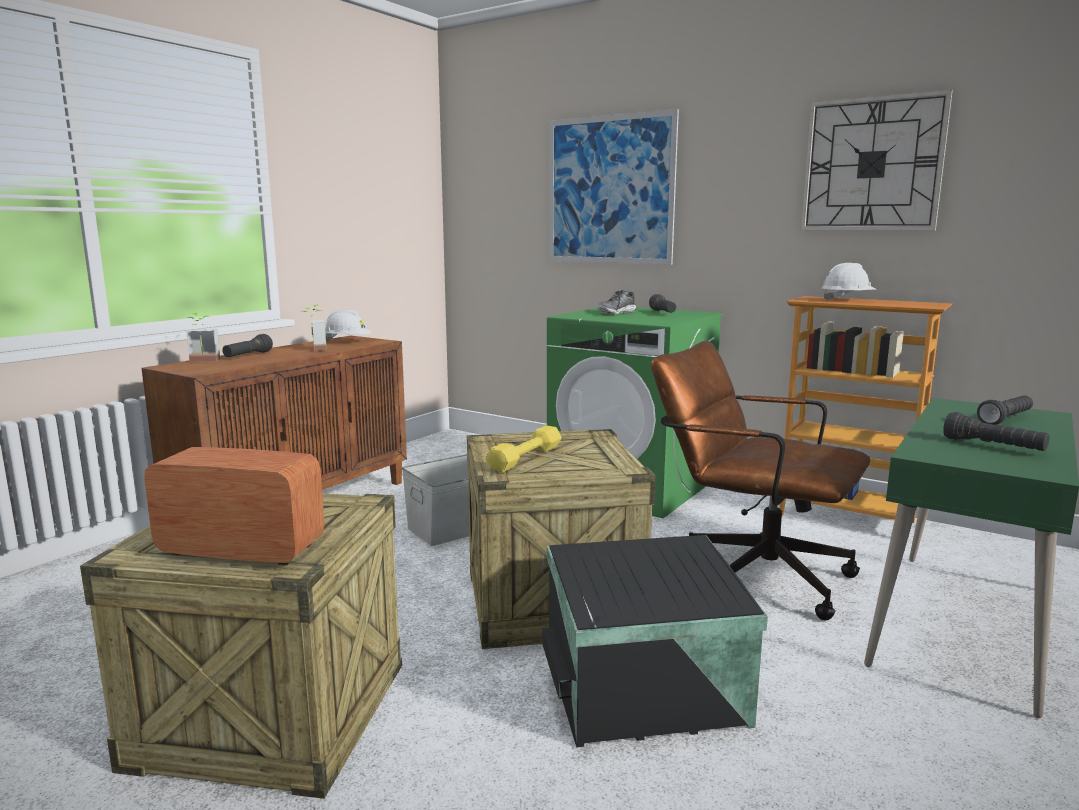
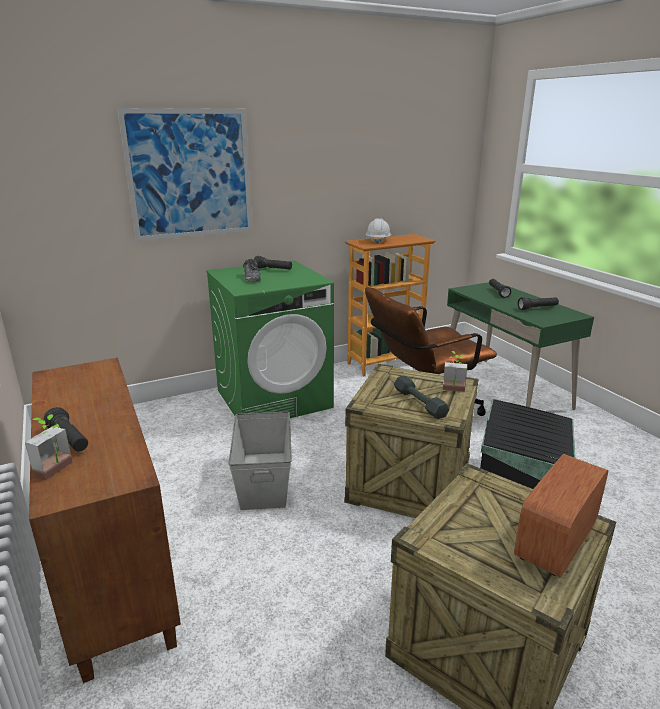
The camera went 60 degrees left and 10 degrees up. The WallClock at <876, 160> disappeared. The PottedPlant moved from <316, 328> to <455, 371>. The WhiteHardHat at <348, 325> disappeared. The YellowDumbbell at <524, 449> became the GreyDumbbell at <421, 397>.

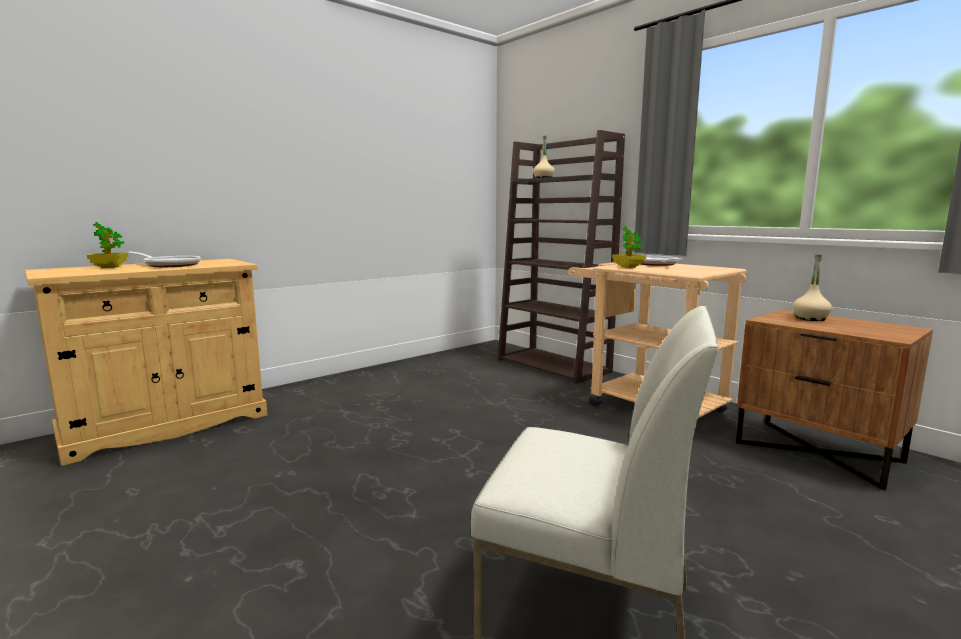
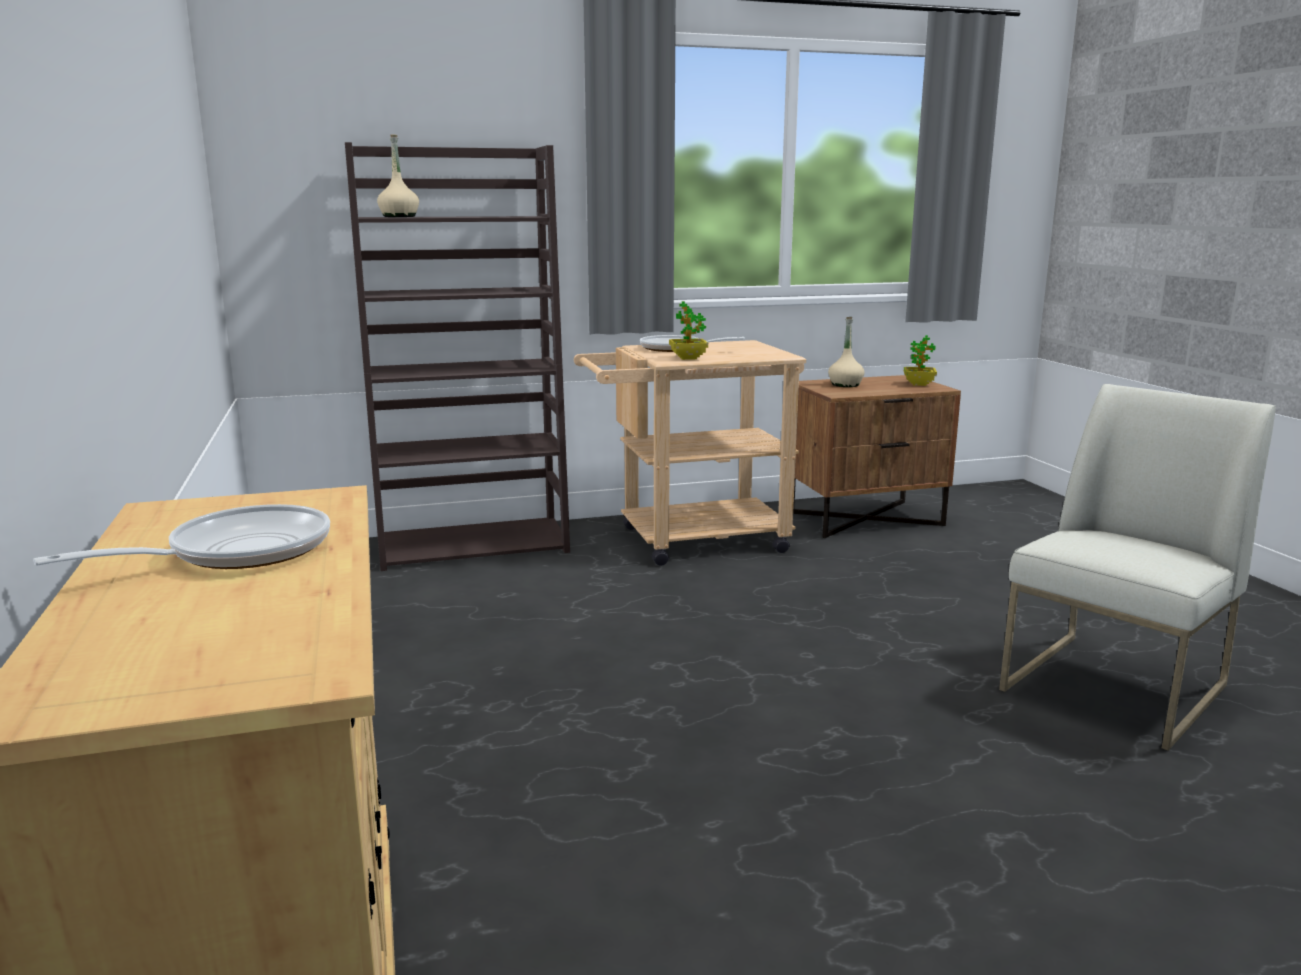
The camera went 65 degrees left and 5 degrees up. The PottedPlant moved from <108, 245> to <920, 360>.

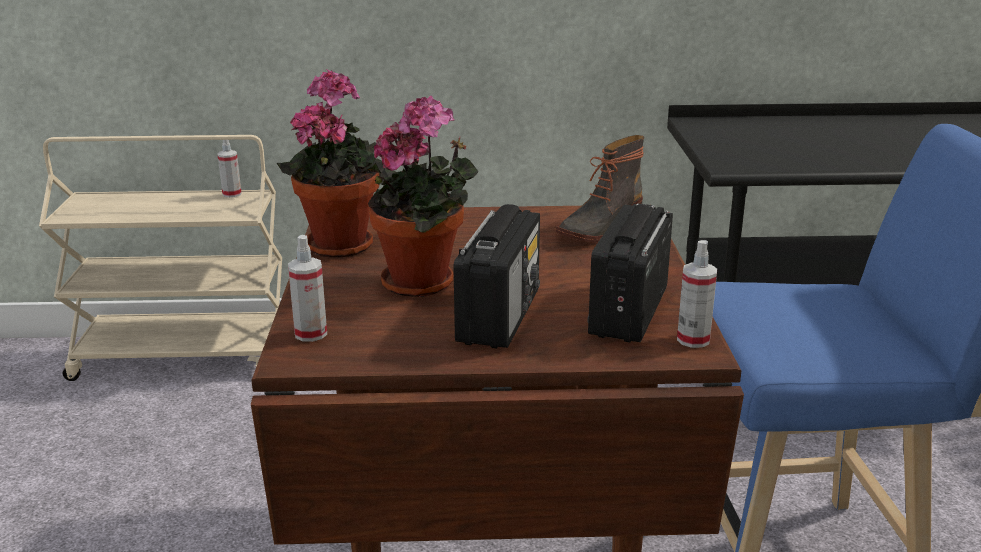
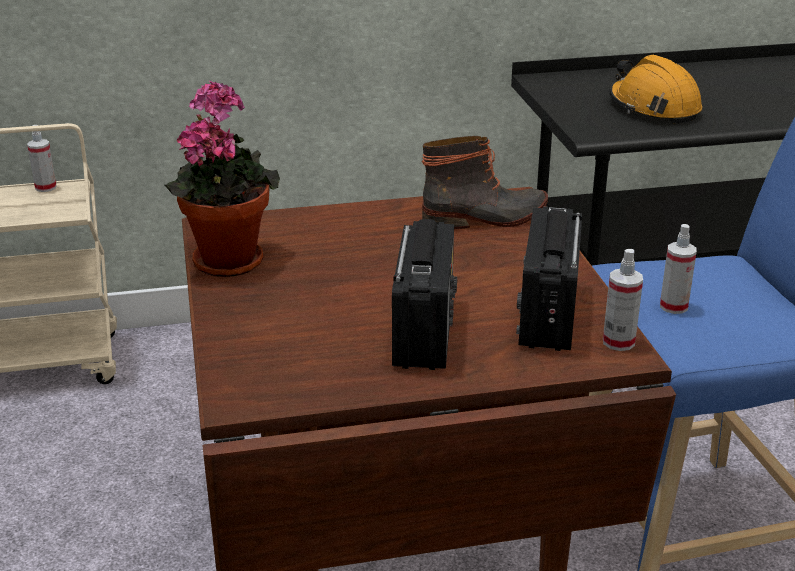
The camera went 10 degrees left and 5 degrees up. The PottedPlant at <423, 196> disappeared. The Boot at <600, 188> turned 135 degrees counterclockwise. The SprayBottle moved from <307, 288> to <678, 269>. The OrangeHardHat at <655, 89> appeared.

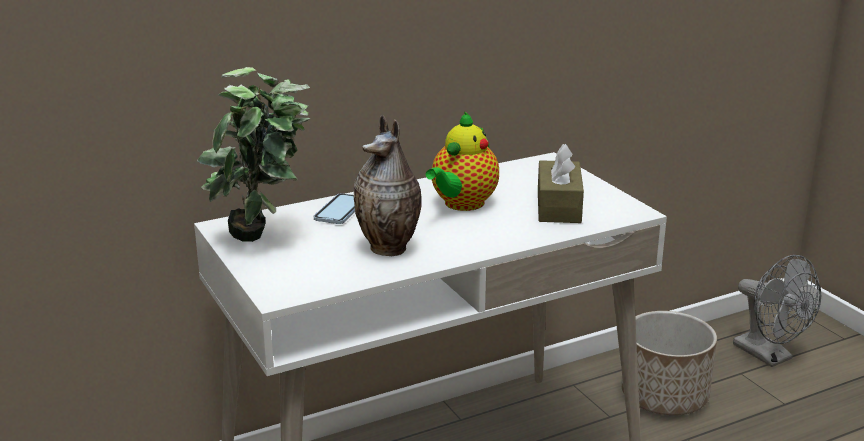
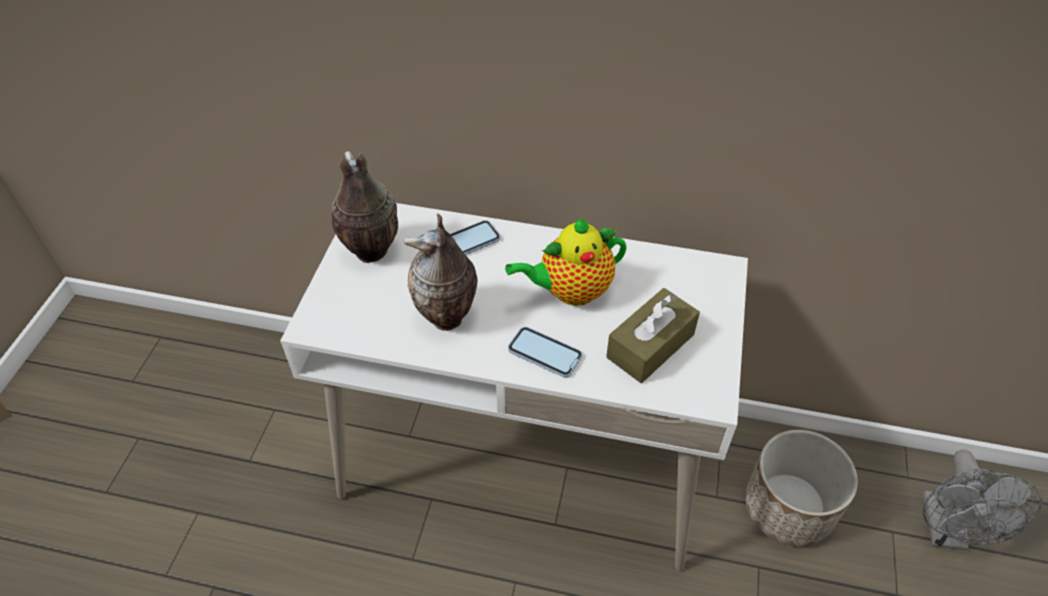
The camera went 40 degrees right and 25 degrees up. The PottedPlant at <253, 154> was replaced by the Vase at <364, 207>. The Phone at <545, 352> appeared.

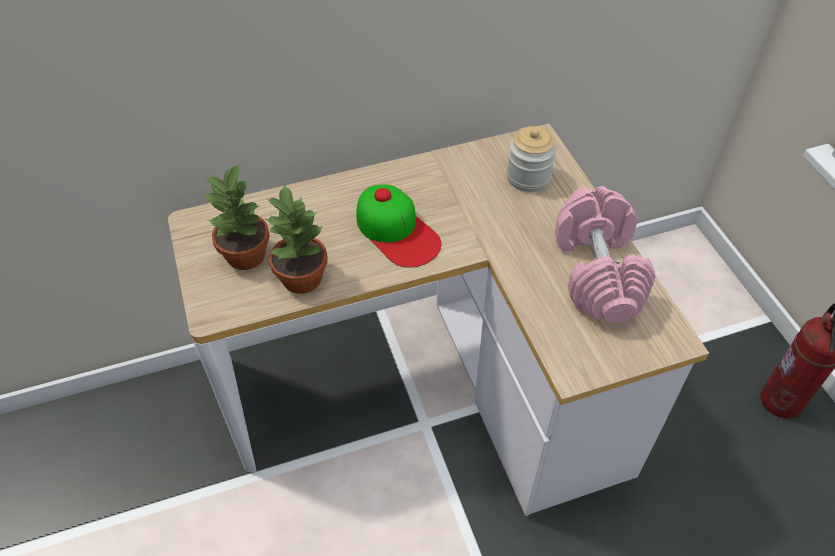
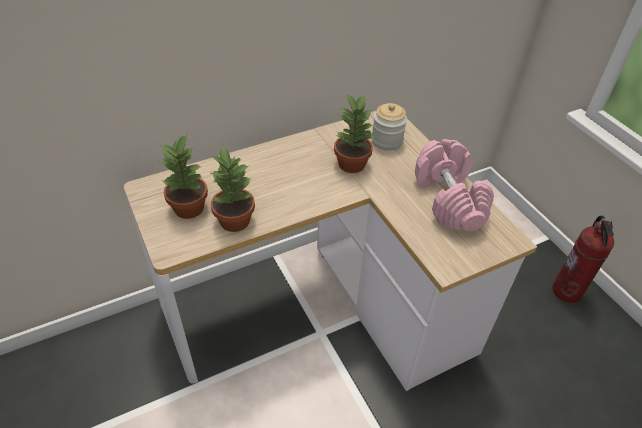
The camera went 10 degrees left and 5 degrees down. The Cap at <399, 226> disappeared. The PottedPlant at <354, 133> appeared.

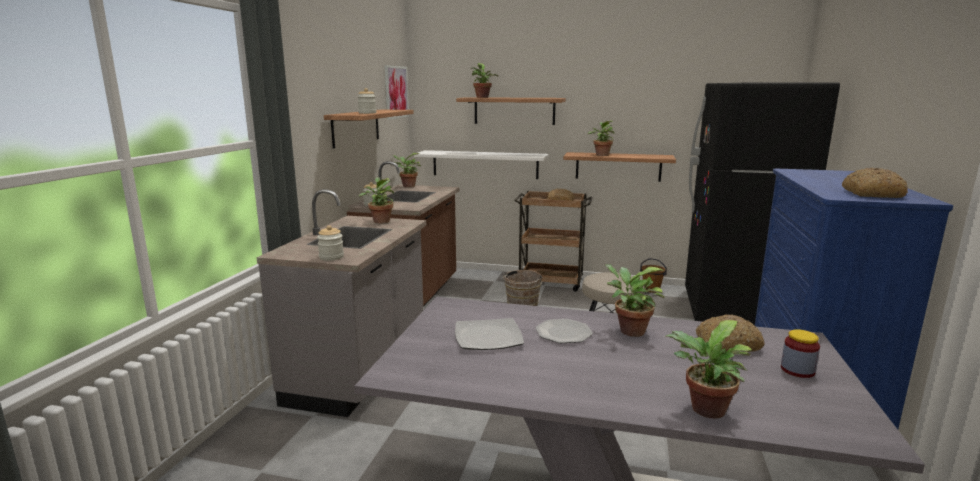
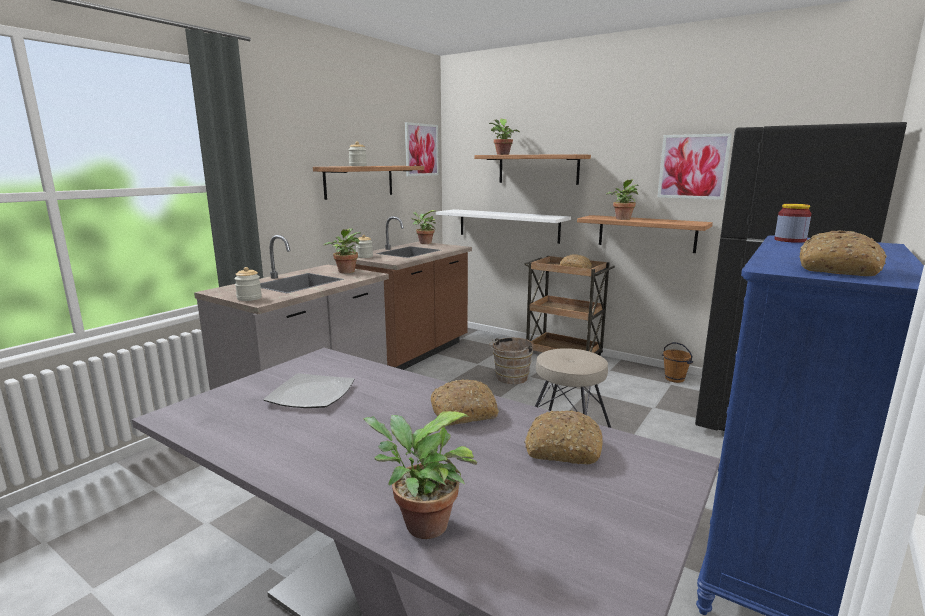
The camera went 20 degrees right and 0 degrees up. The PottedPlant at <635, 300> was replaced by the Bread at <465, 402>. The Plate at <564, 331> disappeared. The Jar moved from <800, 353> to <793, 223>. The Picture at <695, 166> appeared.

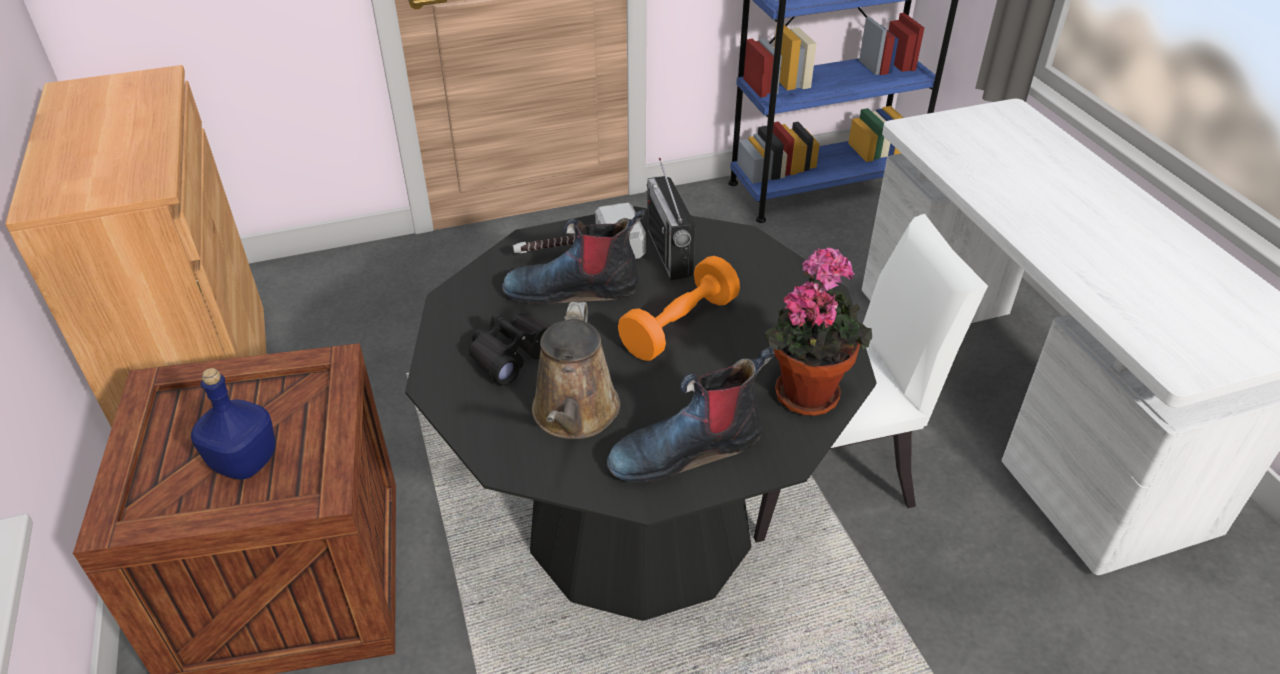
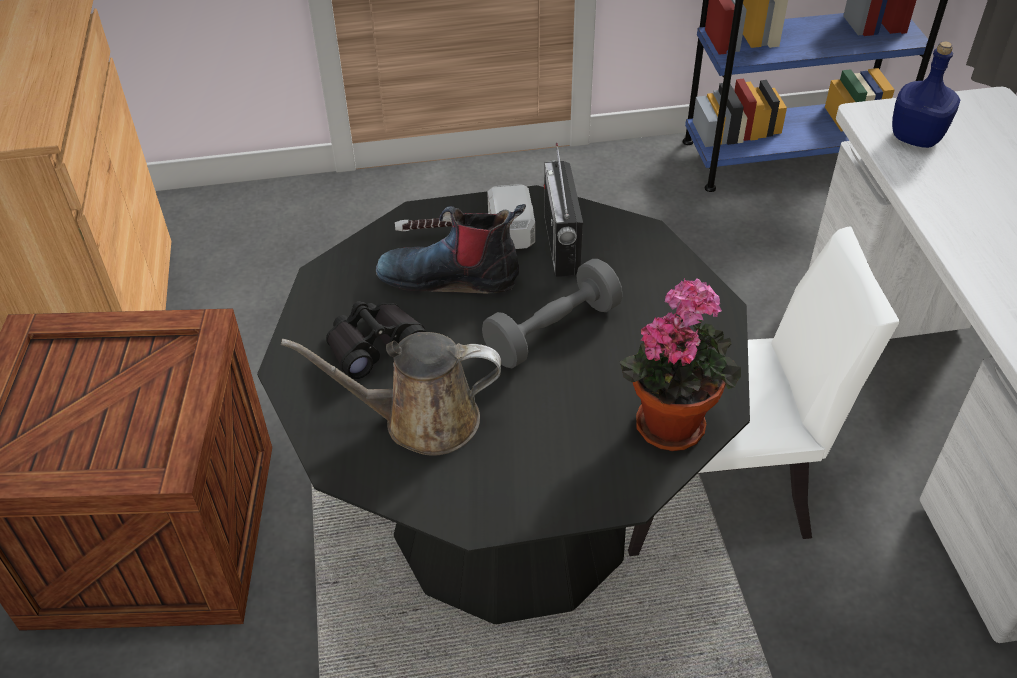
The camera went 10 degrees right and 5 degrees up. The OrangeDumbbell at <679, 308> became the GreyDumbbell at <552, 313>. The BrownWateringCan at <576, 370> turned 75 degrees clockwise. The Boot at <691, 414> disappeared. The BlueBottle moved from <233, 424> to <926, 94>.

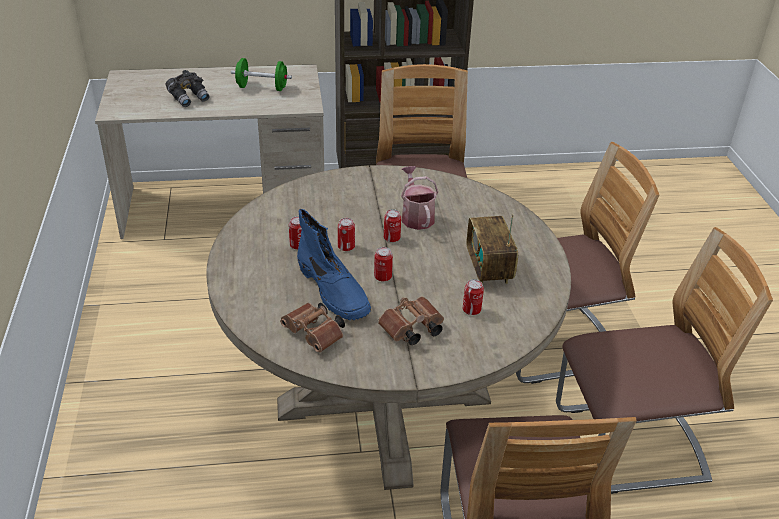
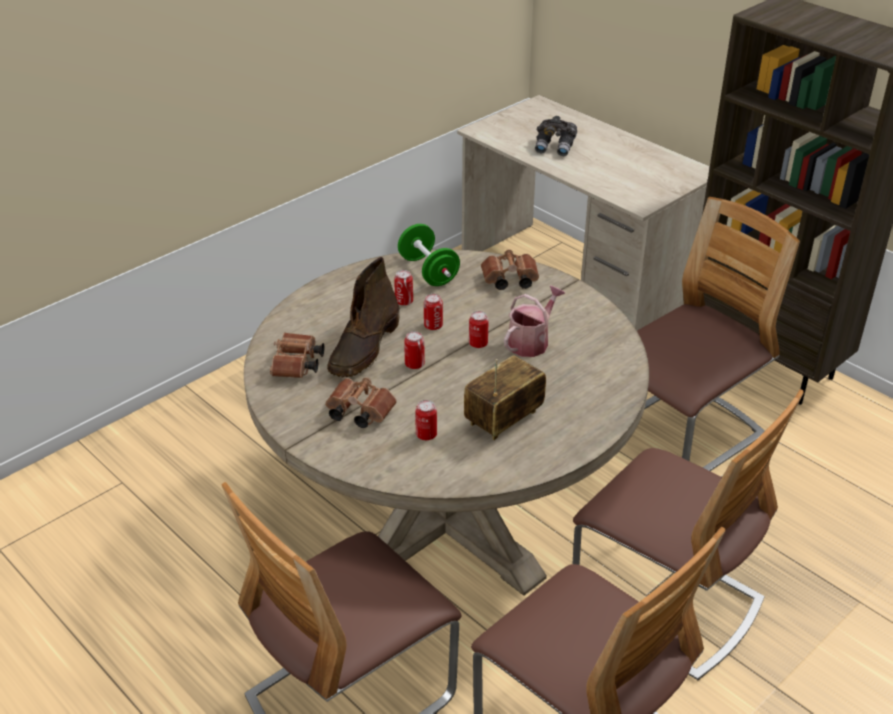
The camera went 55 degrees right and 0 degrees up. The GreenDumbbell moved from <261, 74> to <429, 255>. The BlueBoot at <334, 264> became the BrownBoot at <363, 317>. The BrownBinoculars at <510, 270> appeared.

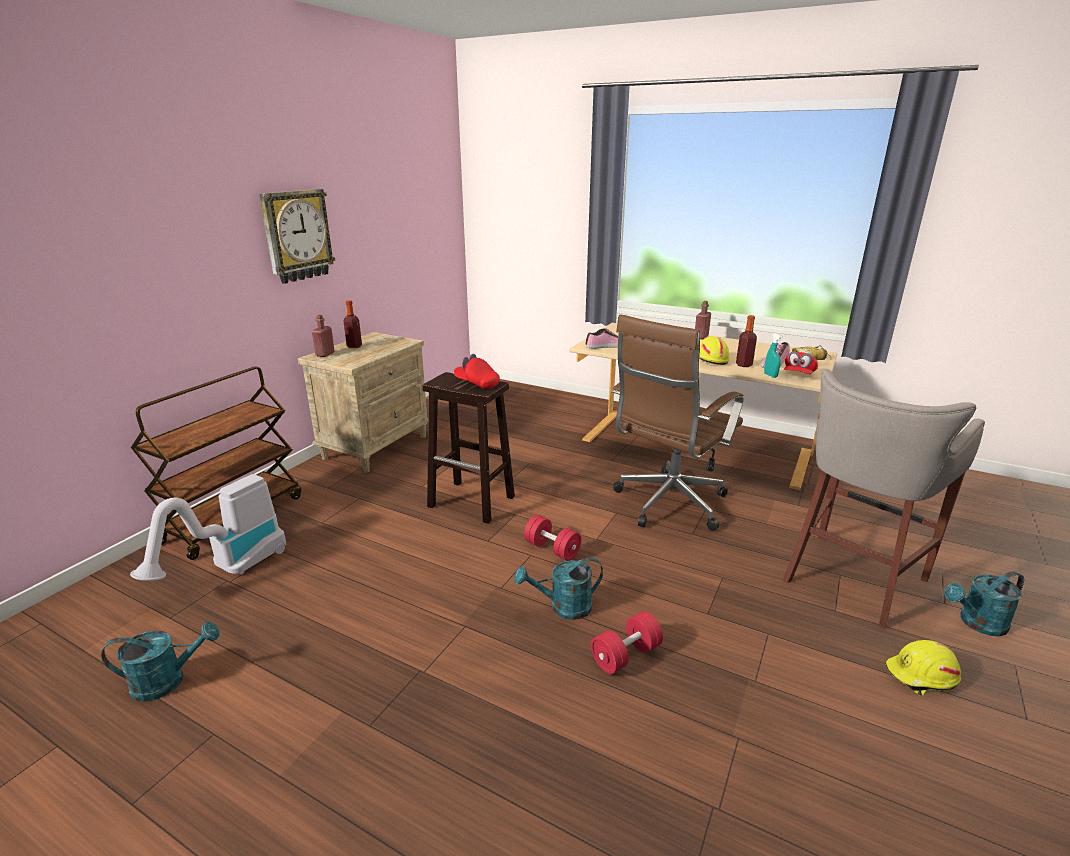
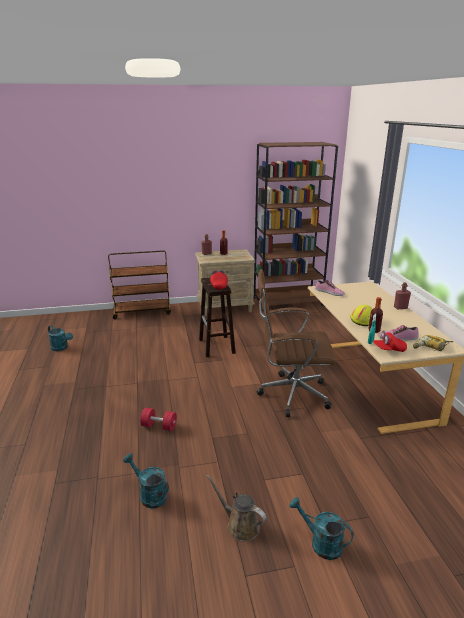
The camera went 50 degrees right and 0 degrees up. The WallClock at <297, 236> disappeared. The GreyStool at <884, 499> disappeared. The VacuumCleaner at <208, 527> disappeared. The RedDumbbell at <553, 538> disappeared. The TurquoiseWateringCan moved from <558, 588> to <146, 481>. The YellowHardHat at <923, 668> was replaced by the BrownWateringCan at <237, 508>. The BrownBookcase at <296, 226> appeared.

